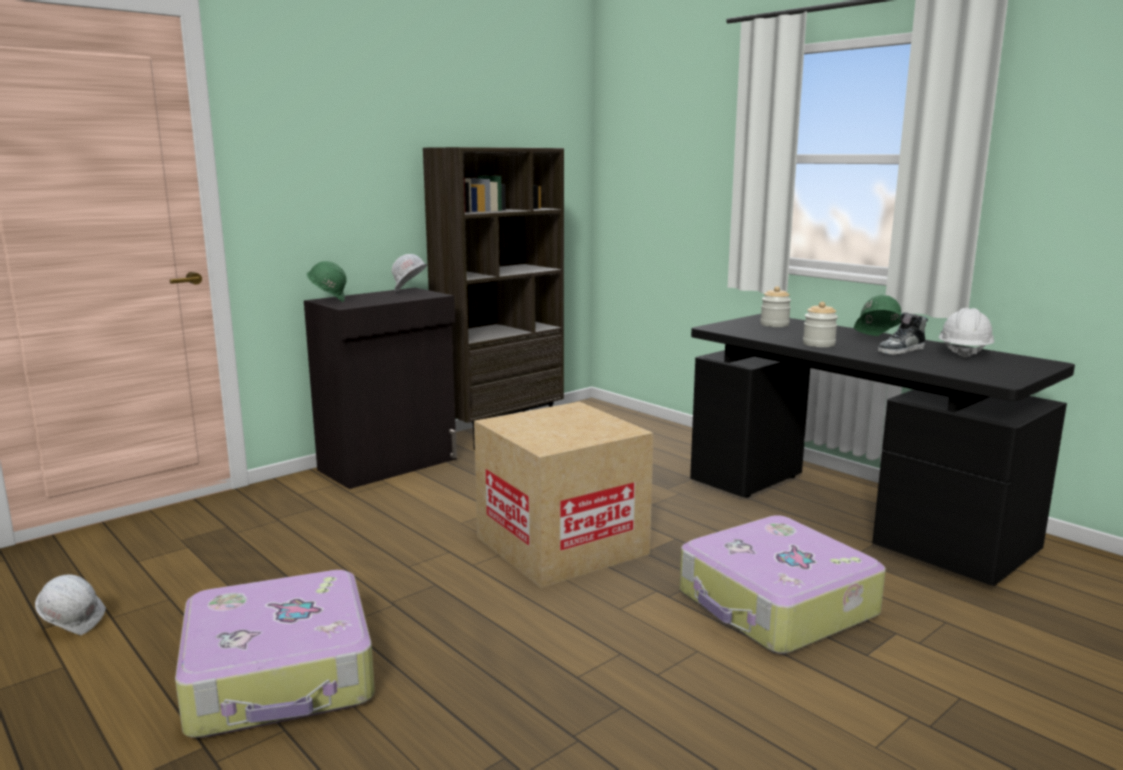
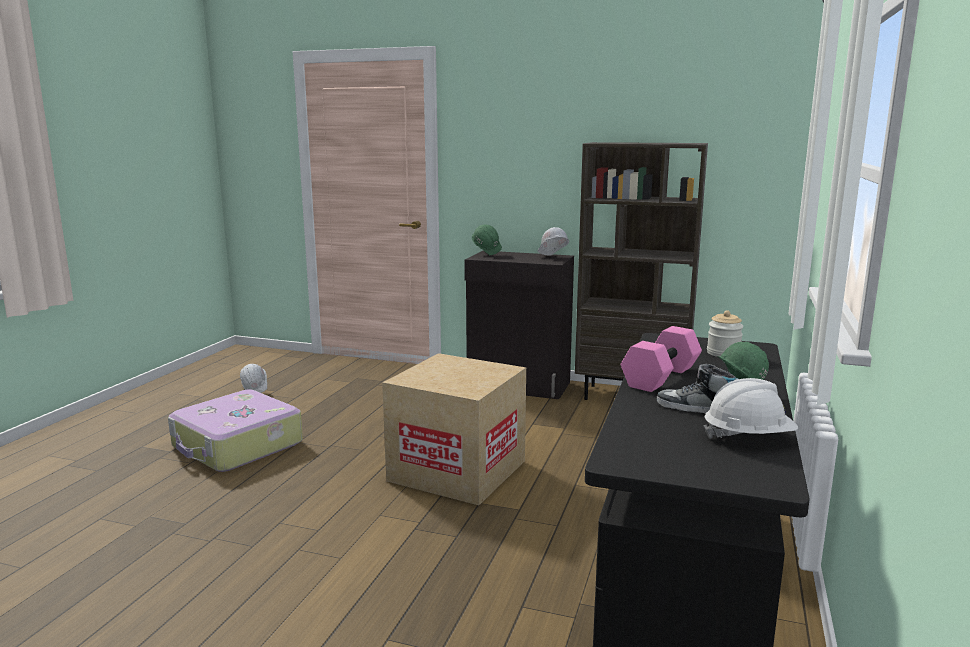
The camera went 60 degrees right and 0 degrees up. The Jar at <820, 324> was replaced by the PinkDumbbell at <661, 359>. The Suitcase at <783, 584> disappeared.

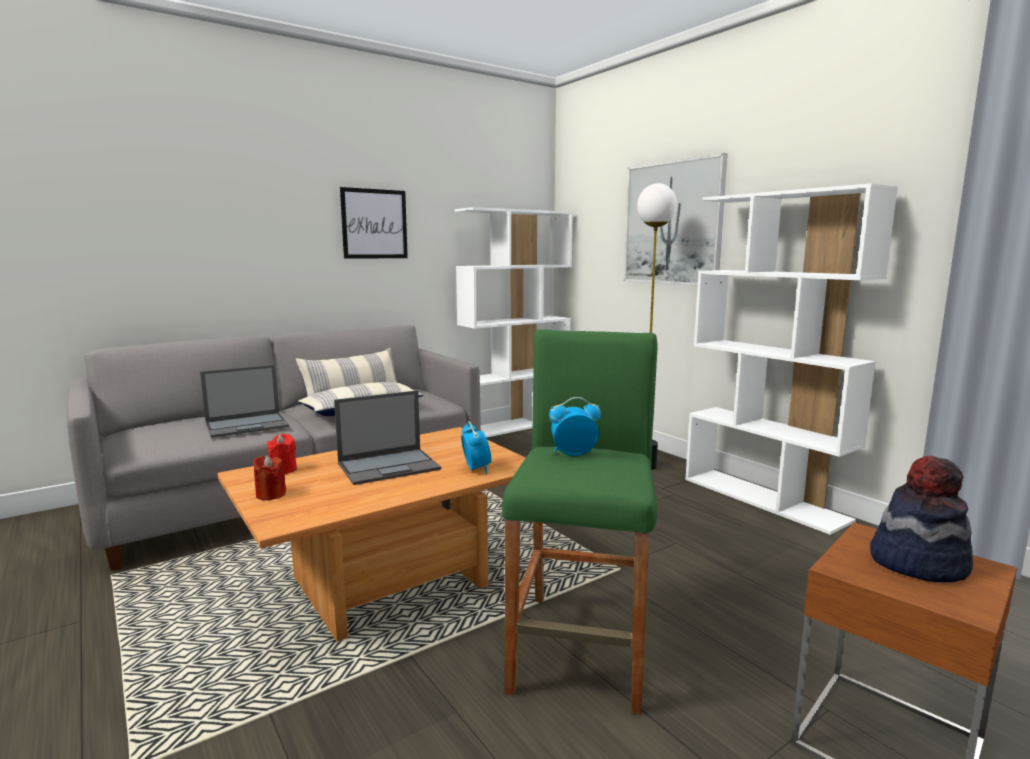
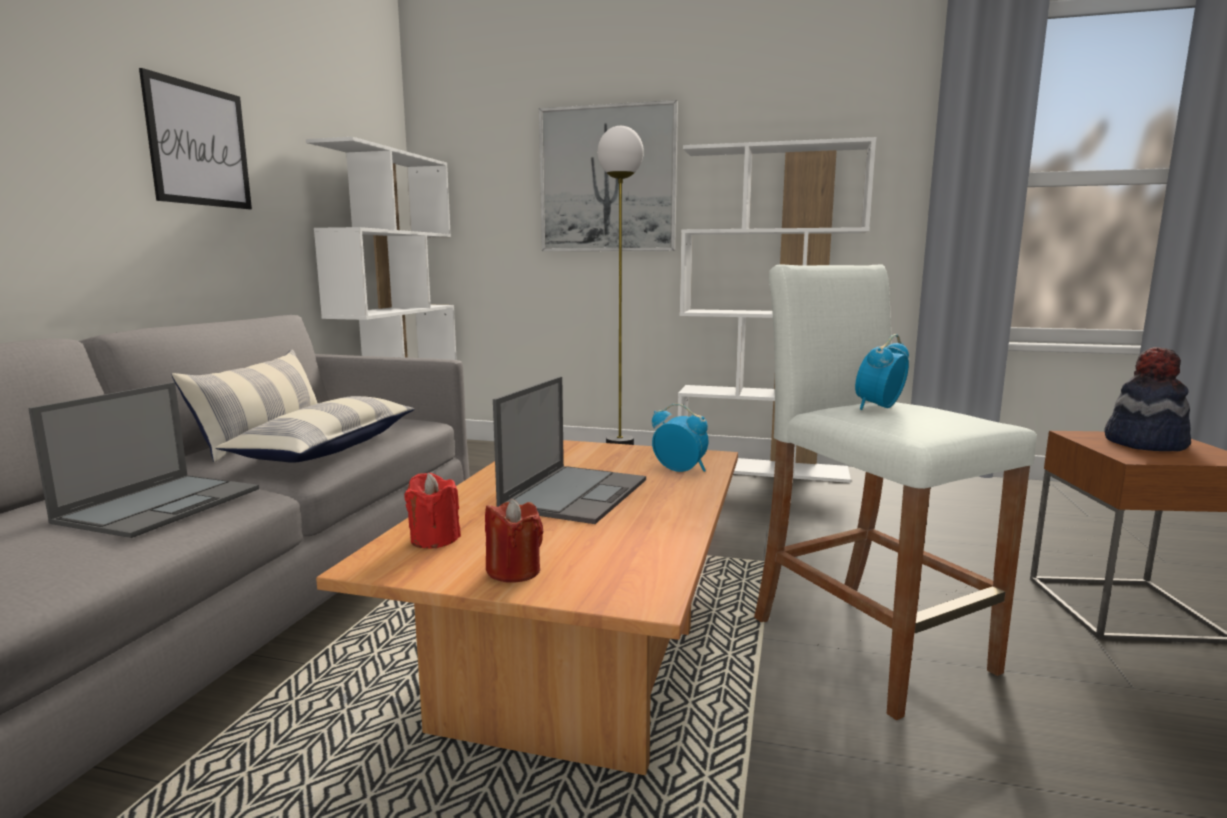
The camera went 40 degrees left and 0 degrees up. The GreenStool at <580, 522> became the WhiteStool at <895, 492>.

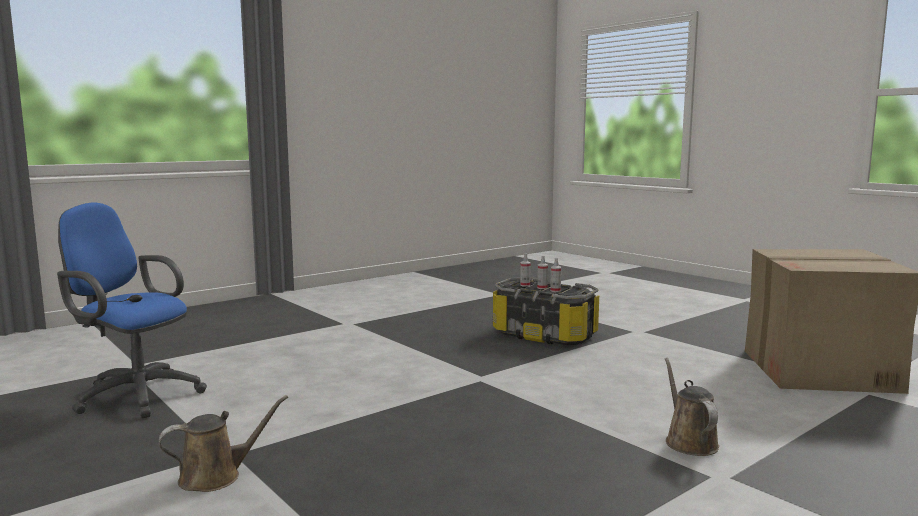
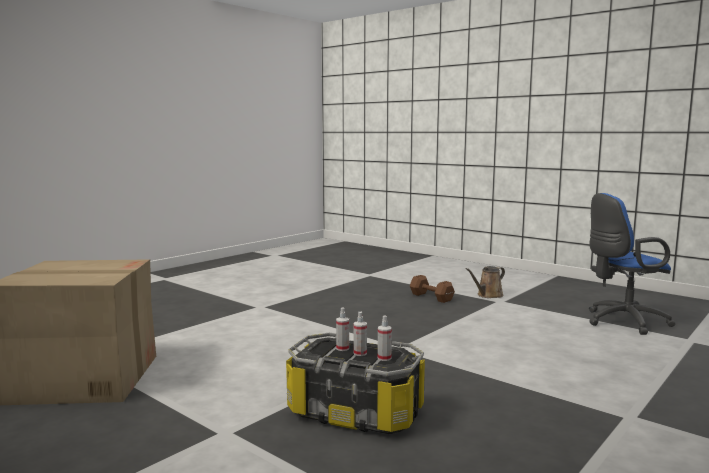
The camera went 170 degrees right and 0 degrees up. The BlueOfficeChair at <132, 310> turned 150 degrees clockwise. The BrownWateringCan at <692, 407> disappeared. The BrownDumbbell at <432, 289> appeared.

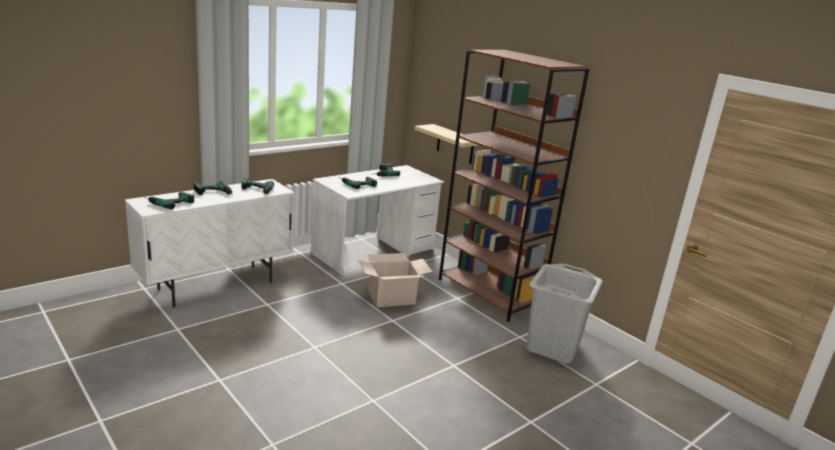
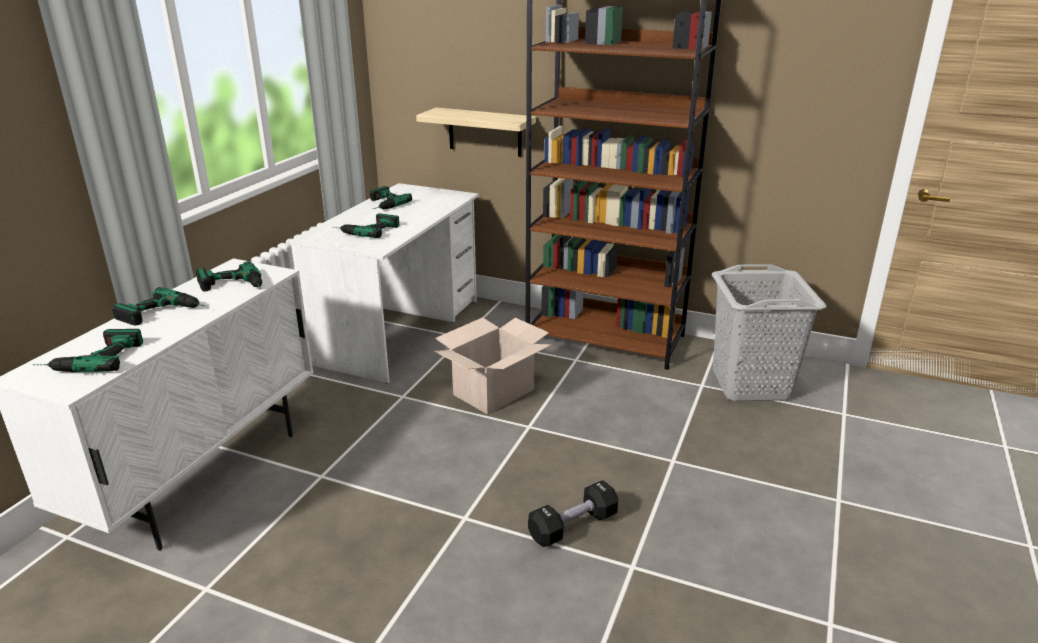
The camera went 25 degrees left and 5 degrees up. The BlackDumbbell at <573, 513> appeared.

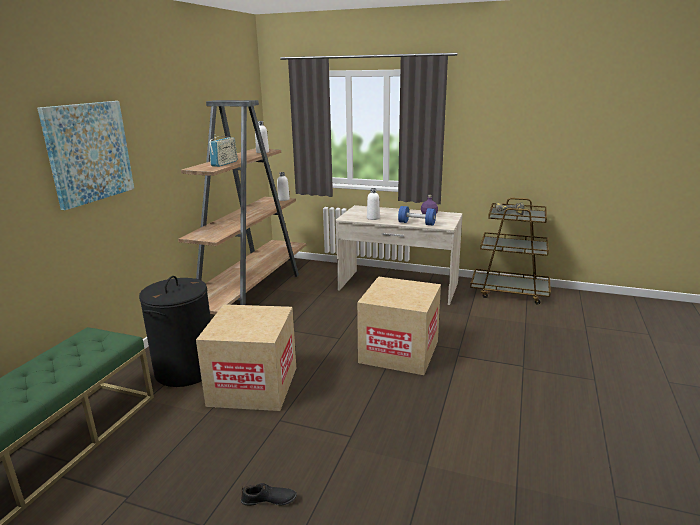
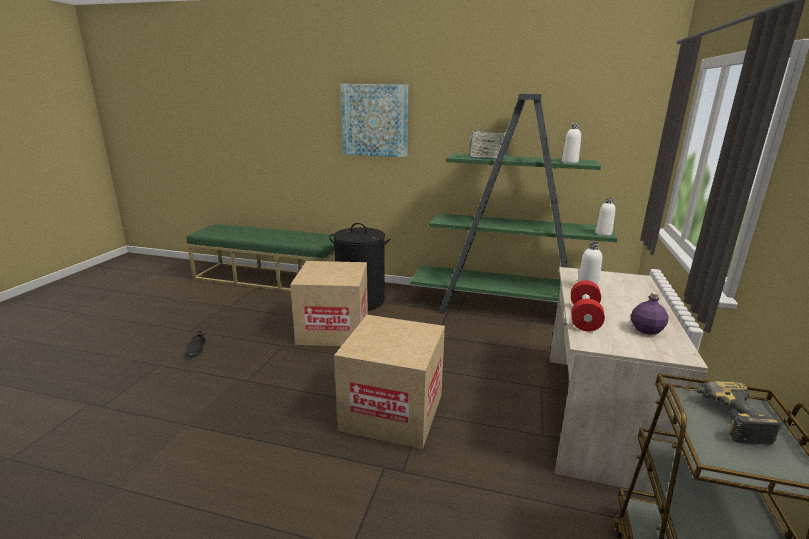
The camera went 85 degrees right and 0 degrees up. The BrownBookcase at <242, 207> became the GreenBookcase at <514, 204>. The BlueDumbbell at <417, 216> became the RedDumbbell at <588, 306>.

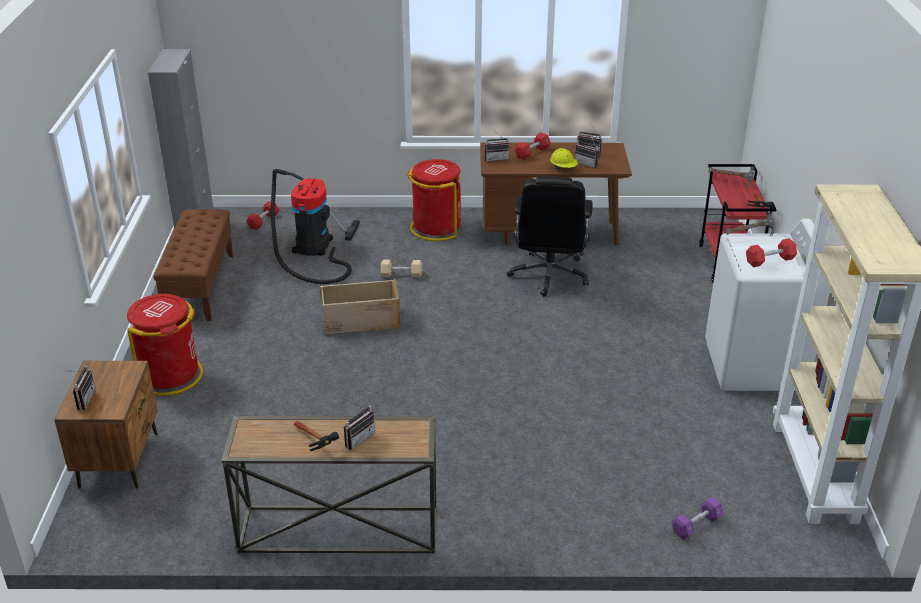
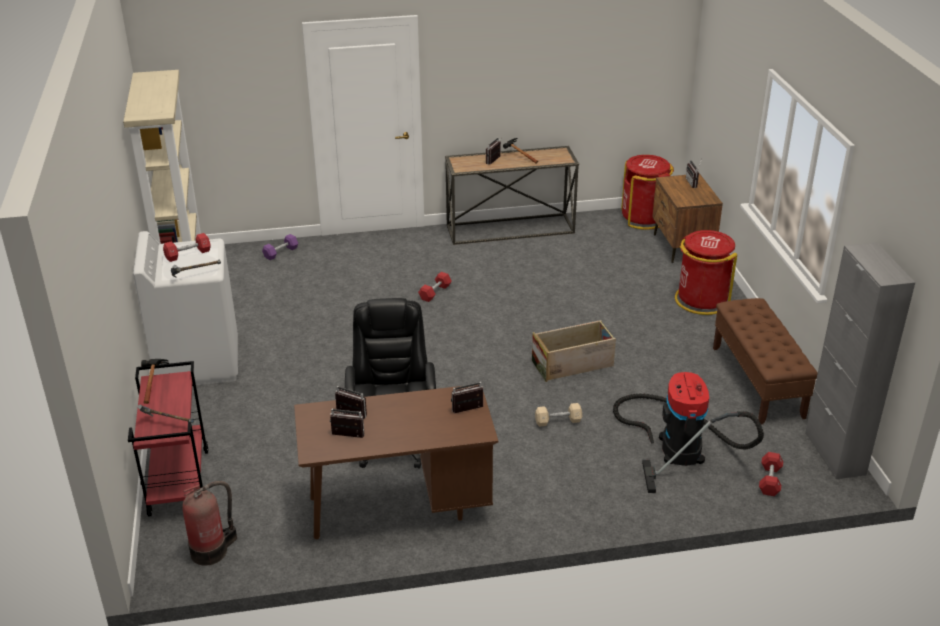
The camera went 170 degrees right and 0 degrees up. The RedDumbbell moved from <532, 146> to <435, 287>. The YellowHardHat at <564, 159> disappeared. The RedTrashCan moved from <434, 200> to <647, 192>. The FireExtinguisher at <209, 523> appeared.

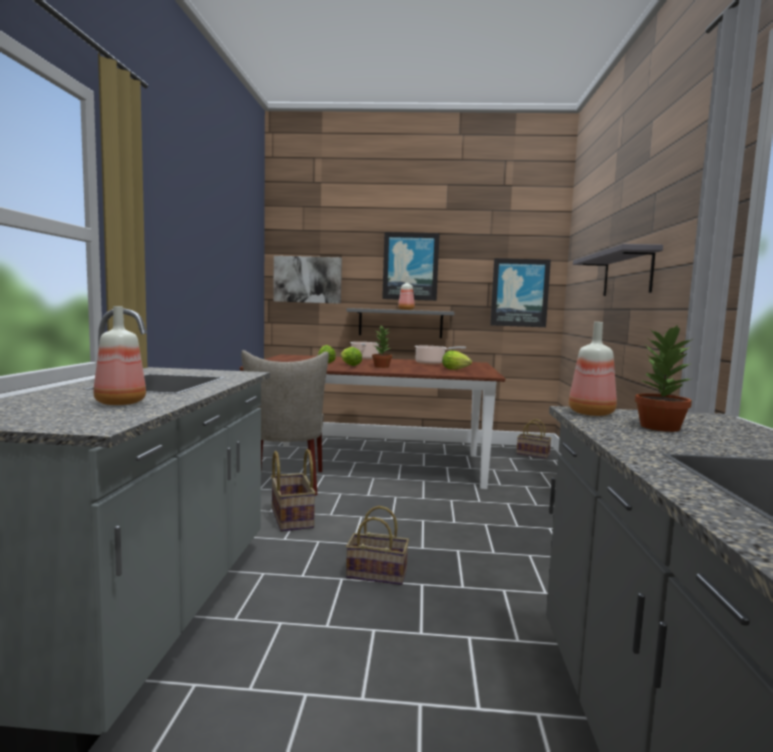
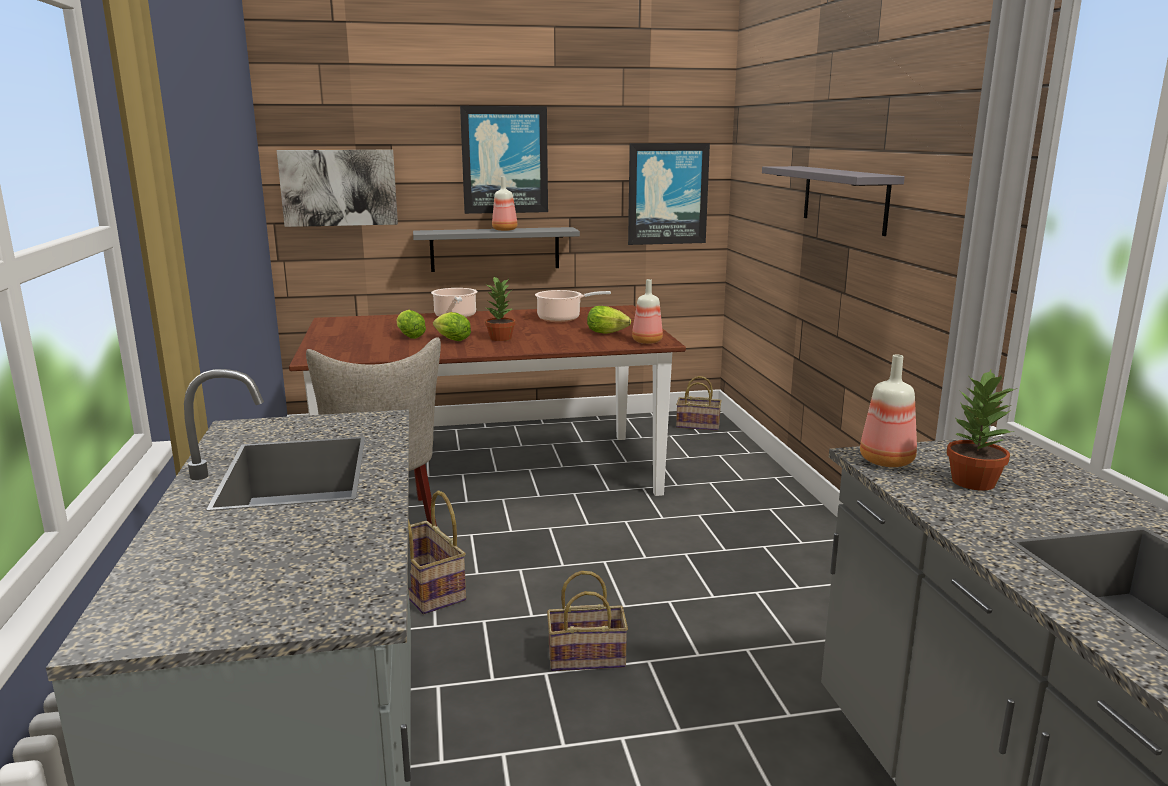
The camera went 15 degrees left and 10 degrees up. The Bottle moved from <120, 355> to <647, 311>.

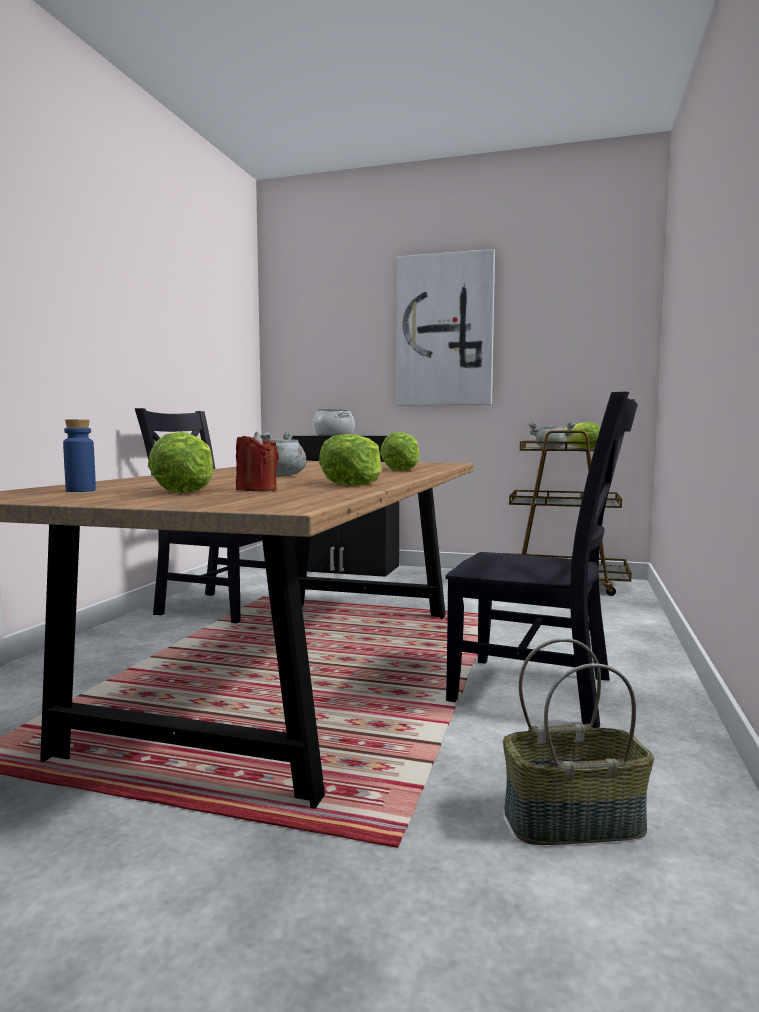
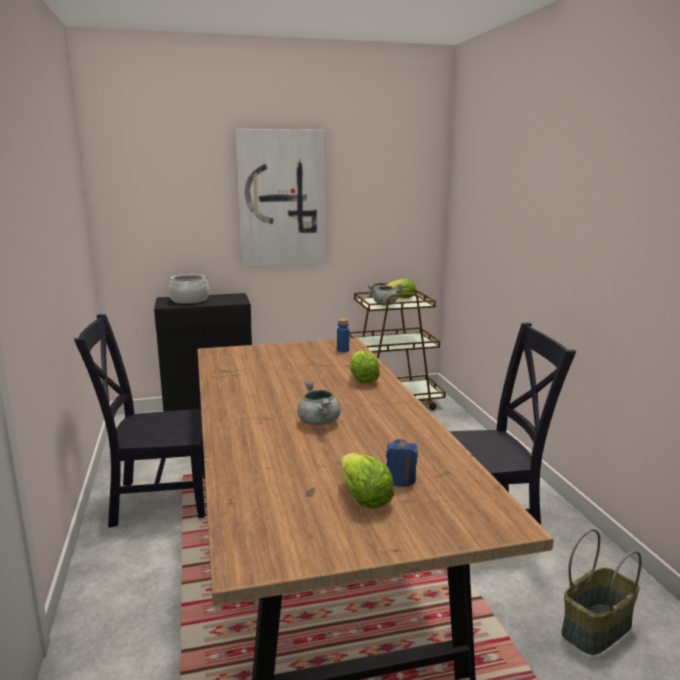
The camera went 30 degrees left and 10 degrees up. The BlueBottle moved from <79, 455> to <343, 335>. The RedCandle at <257, 462> became the BlueCandle at <402, 463>. The Lettuce at <350, 459> disappeared.

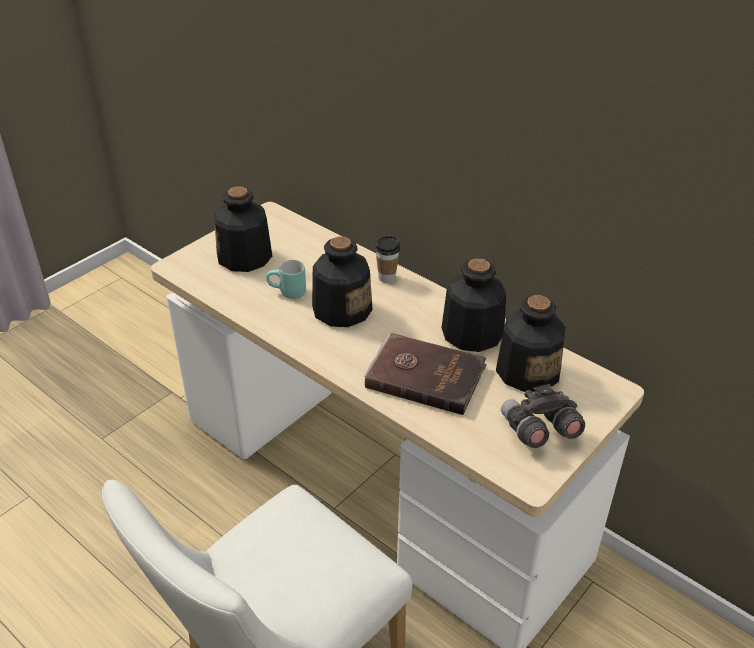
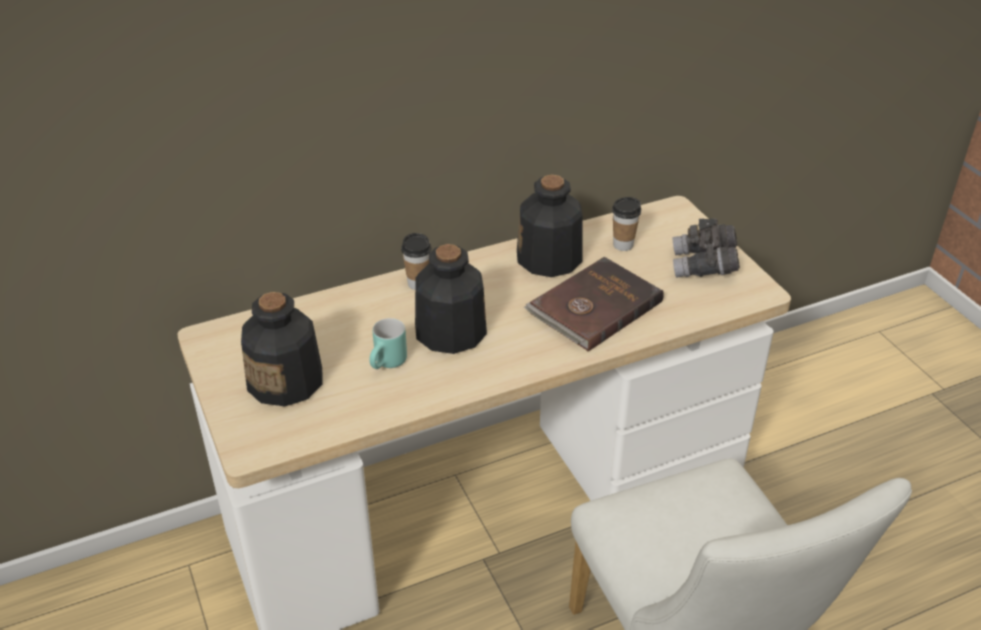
The camera went 65 degrees left and 0 degrees up. The Bottle at <531, 343> was replaced by the Cup at <626, 224>.

